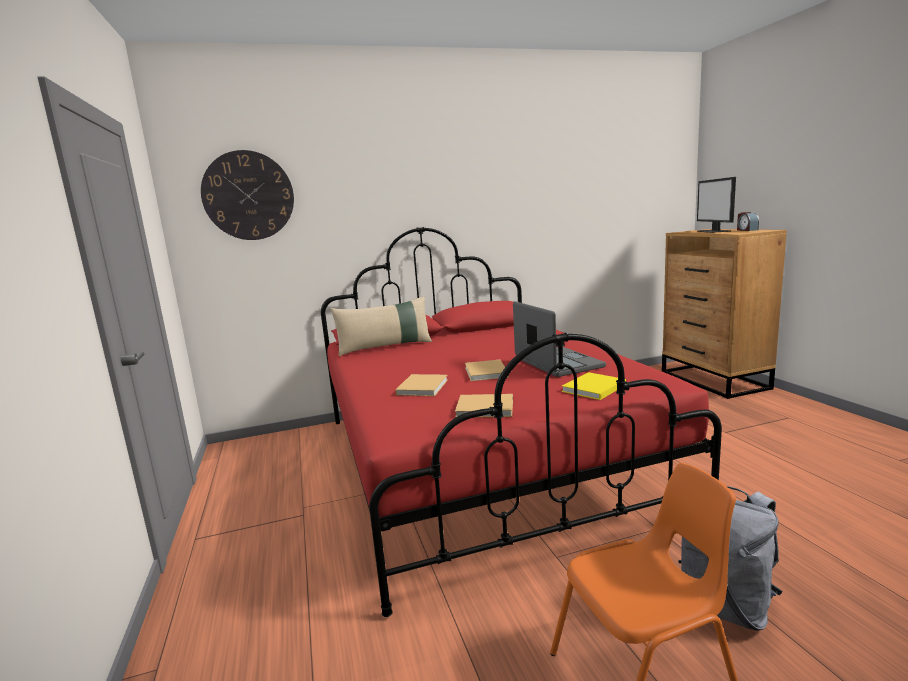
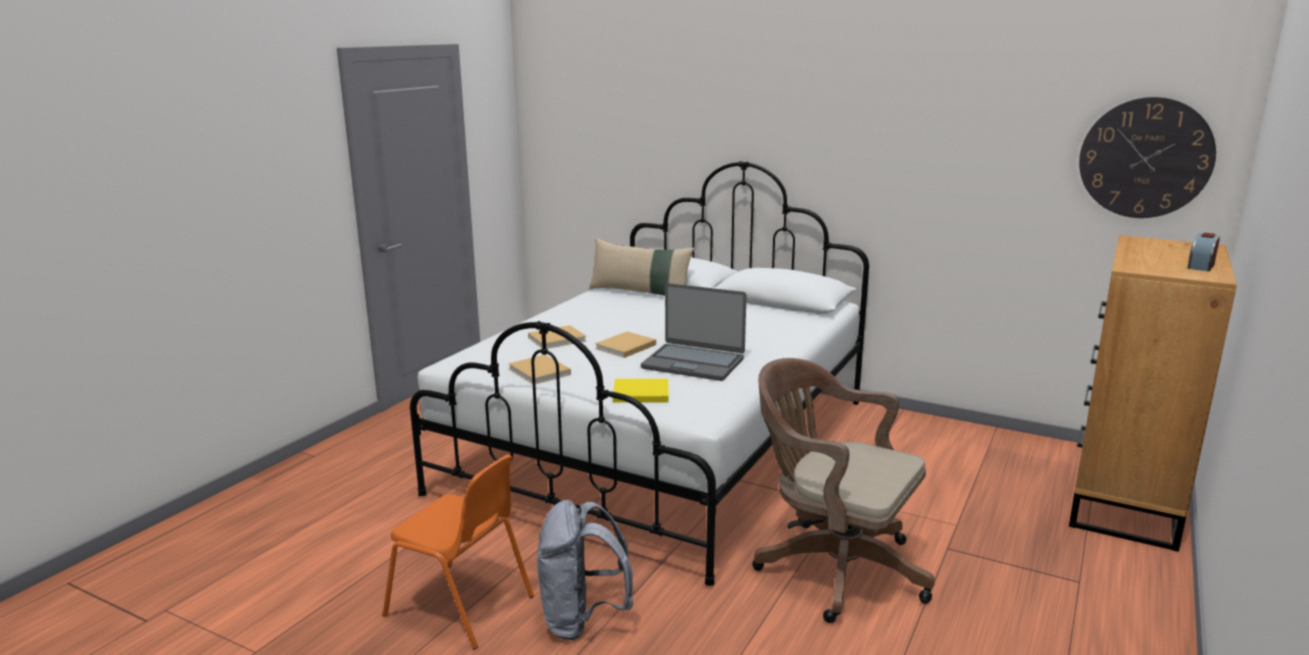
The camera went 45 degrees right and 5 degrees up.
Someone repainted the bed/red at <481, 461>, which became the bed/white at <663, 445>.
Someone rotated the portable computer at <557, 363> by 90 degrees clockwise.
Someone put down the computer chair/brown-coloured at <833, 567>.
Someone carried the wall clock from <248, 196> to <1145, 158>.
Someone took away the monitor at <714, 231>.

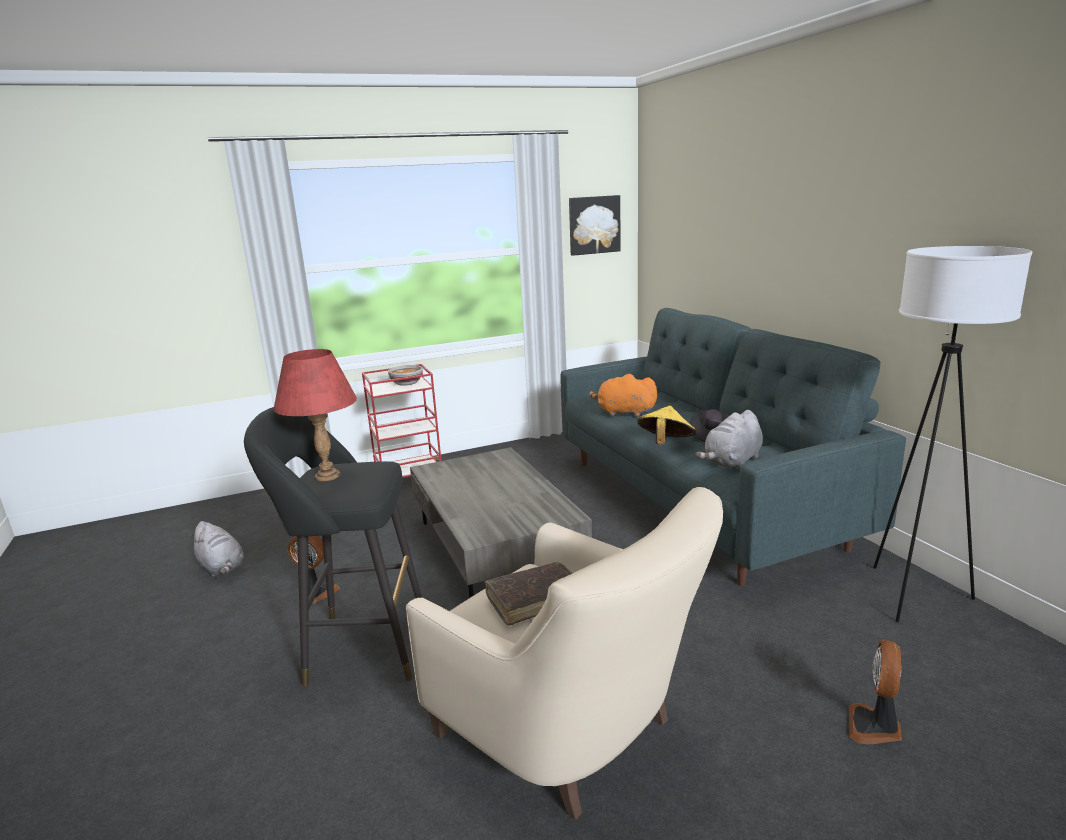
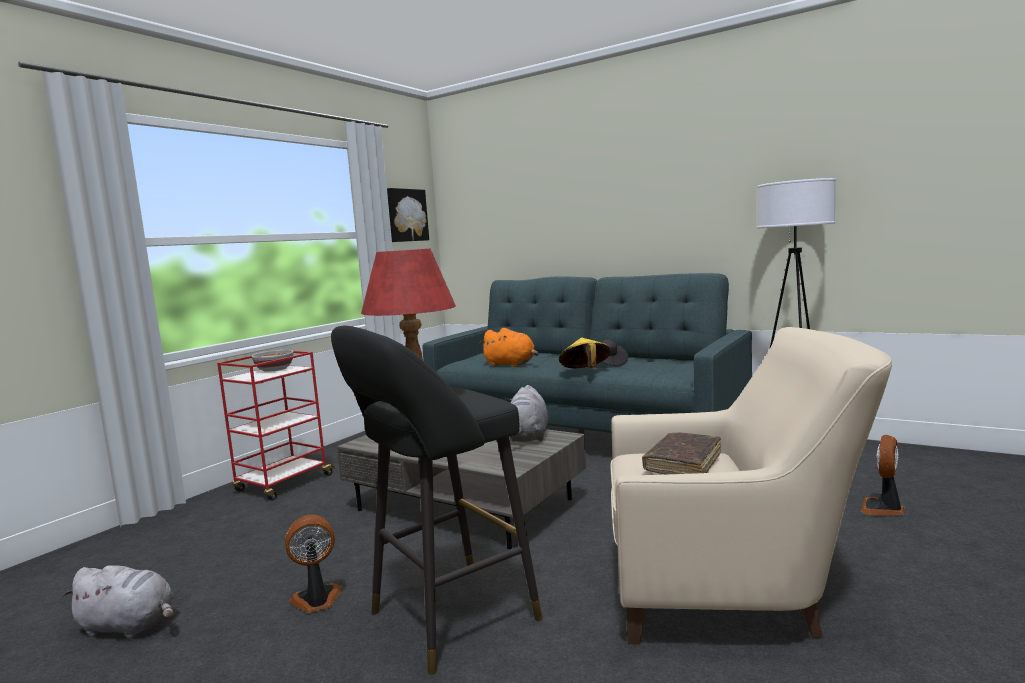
The camera went 35 degrees left and 10 degrees down.
Someone rotated the plush toy/orangey at <623, 413> by 135 degrees counterclockwise.
Someone carried the plush toy/gray from <732, 462> to <527, 437>.
Someone rotated the electric fan at <874, 727> by 45 degrees clockwise.

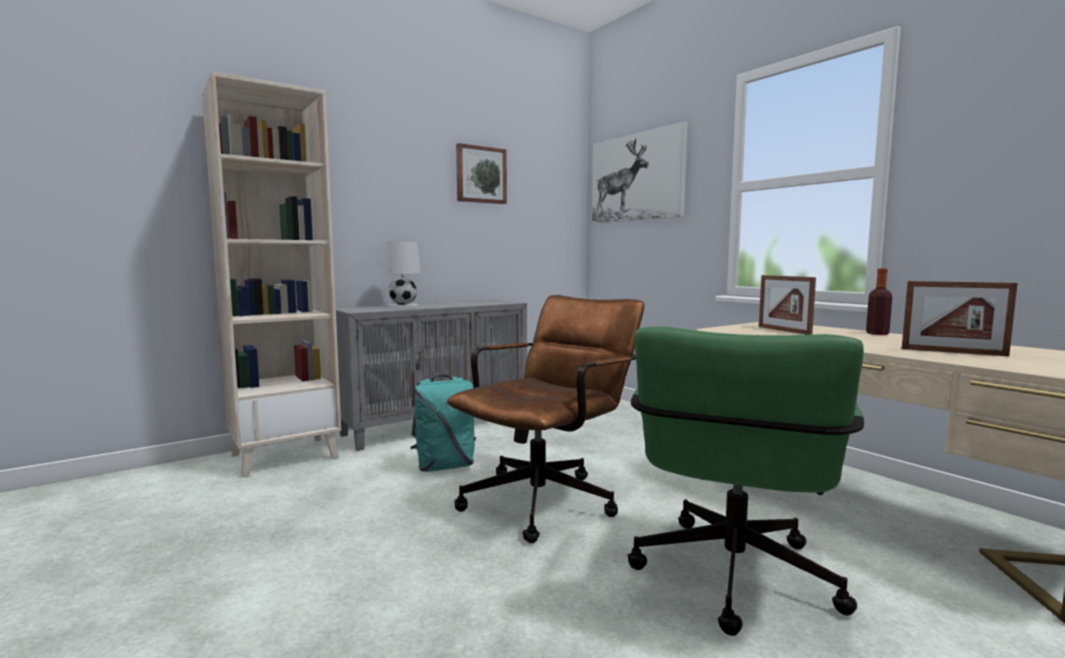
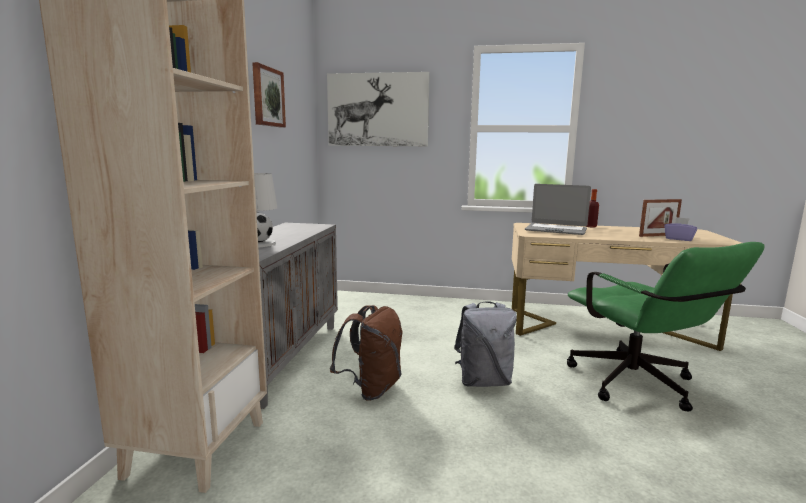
The camera went 45 degrees left and 5 degrees up.
Someone repainted the knapsack/turquoise at <445, 466>, which became the knapsack/brown-coloured at <371, 389>.
Someone swapped the computer chair/brown-coloured at <548, 498> for the knapsack/gray at <484, 381>.
Someone swapped the photo frame at <783, 330> for the portable computer at <556, 230>.
Someone put down the tissue box/purplish at <679, 239>.

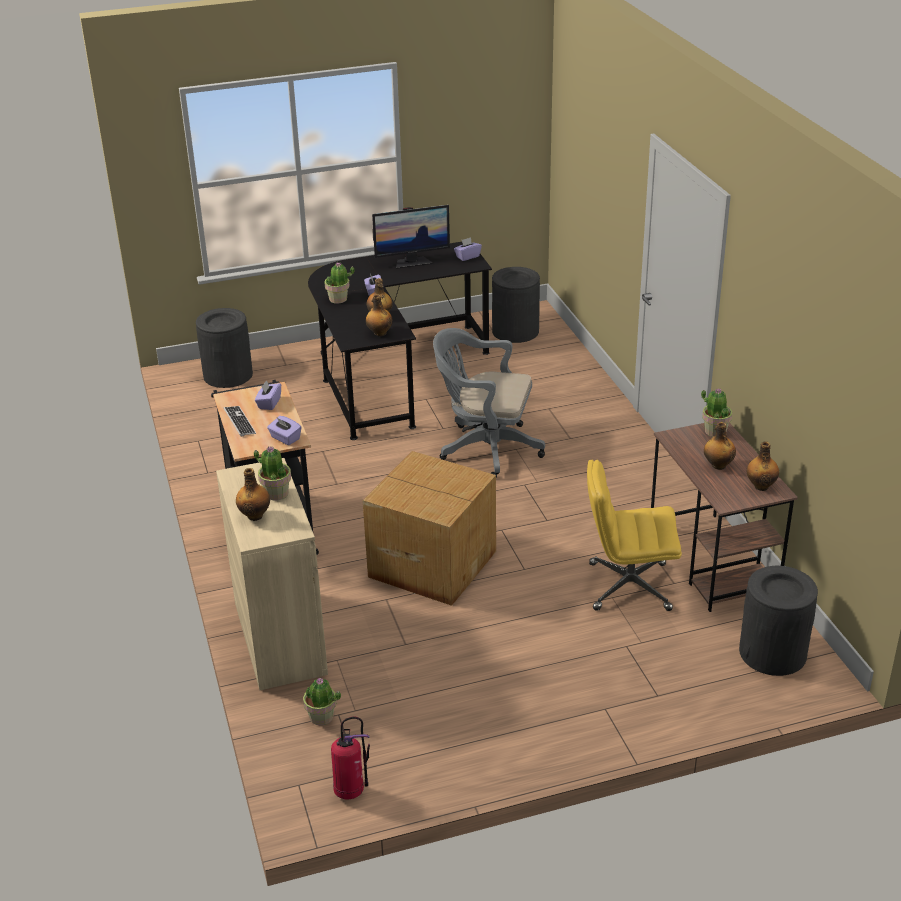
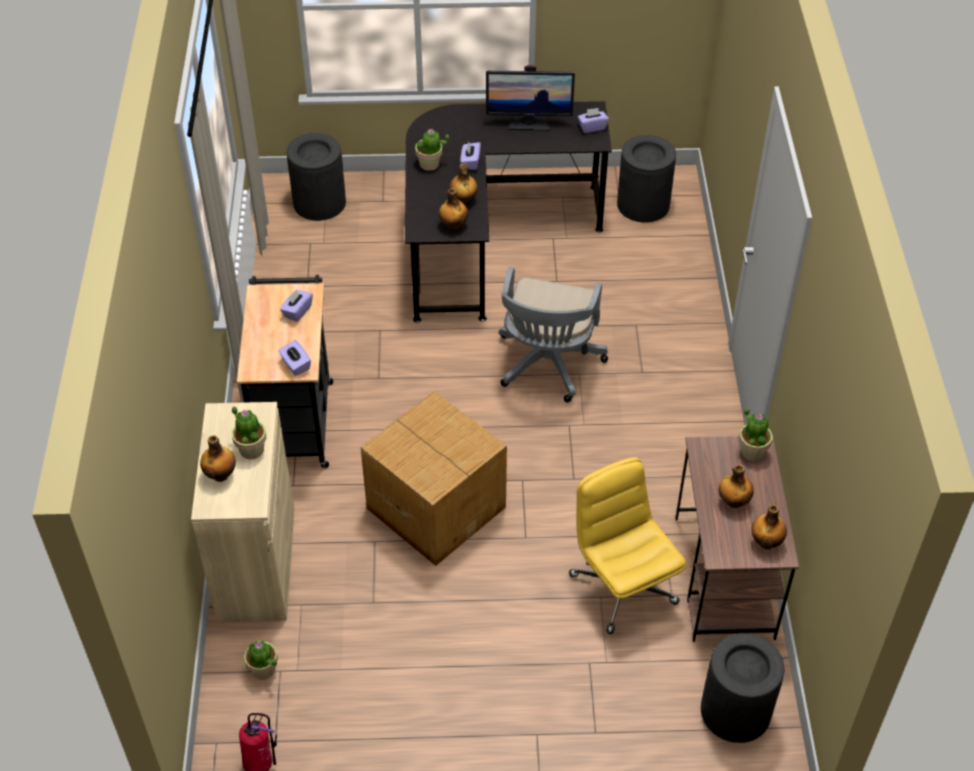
The camera went 15 degrees right and 15 degrees up.
Someone rotated the computer chair/gray at <485, 448> by 105 degrees counterclockwise.
Someone rotated the computer chair/yellow-coloured at <628, 587> by 45 degrees clockwise.
Someone took away the PC keyboard at <239, 422>.

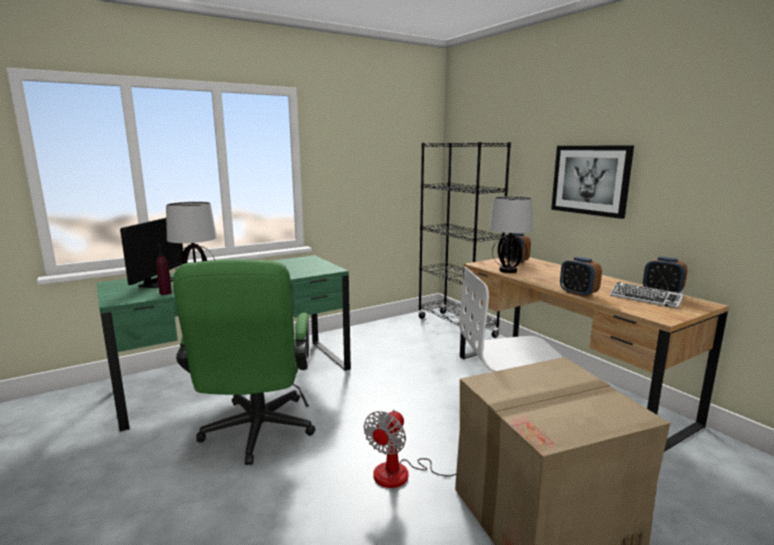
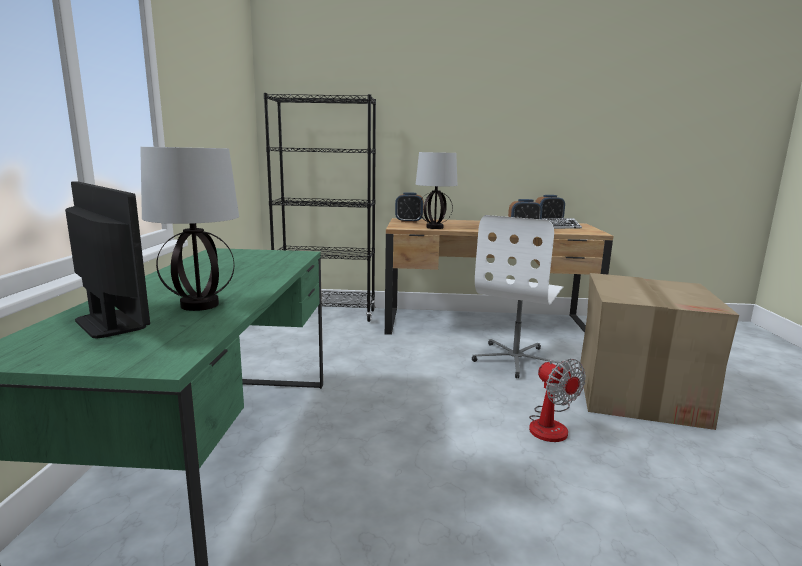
The camera went 55 degrees left and 0 degrees up.
Someone took away the beverage bottle/purplish at <165, 293>.
Someone took away the computer chair/greenish at <256, 434>.
Someone took away the picture at <590, 180>.

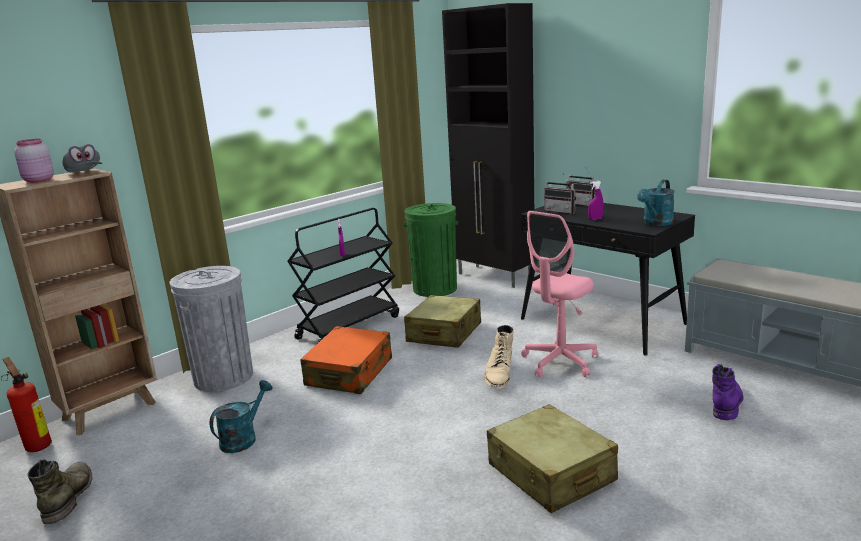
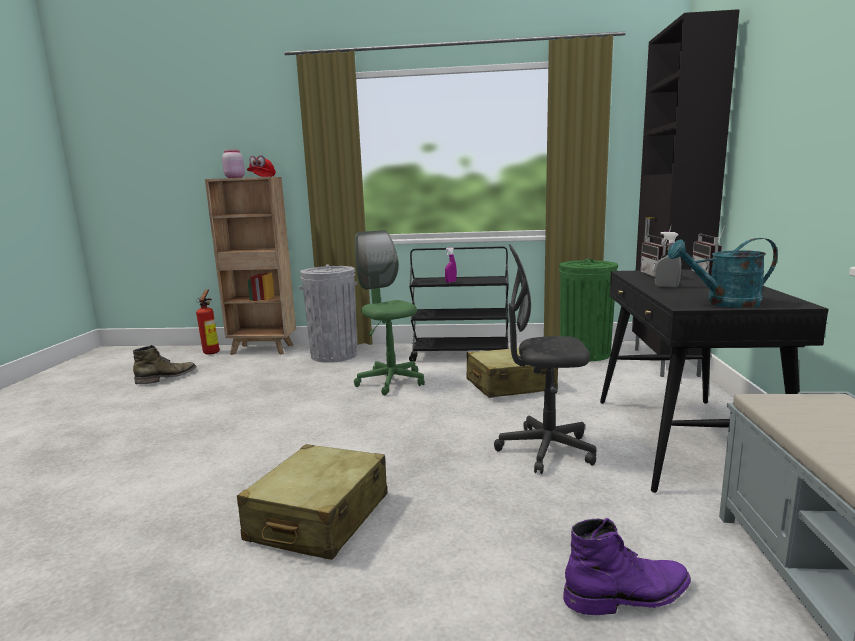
The camera went 50 degrees right and 5 degrees down.
Someone repainted the peaked cap/gray at <85, 173>, which became the peaked cap/red at <262, 176>.
Someone swapped the suitcase/orangey at <349, 372> for the computer chair/greenish at <391, 381>.
Someone repainted the computer chair/pink-coloured at <560, 362>, which became the computer chair/gray at <545, 450>.
Someone repainted the hand sprayer/purplish at <595, 219>, which became the hand sprayer/gray at <666, 286>.
Someone took away the watering can/turquoise at <243, 438>.
Someone took away the tall boot/sand-coloured at <499, 374>.

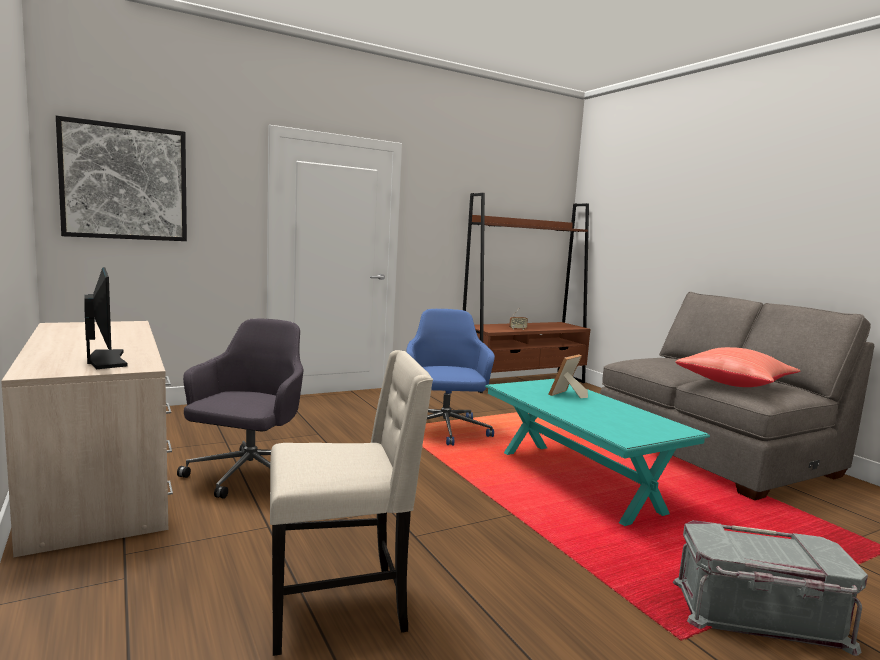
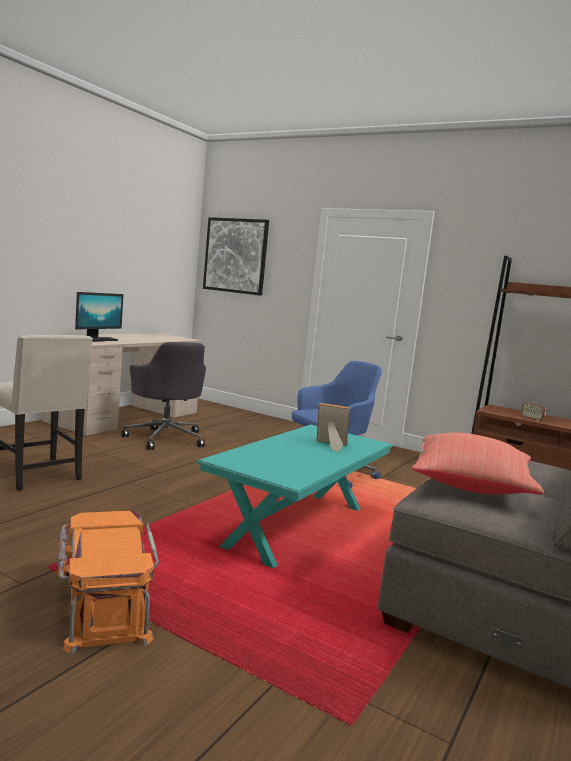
The camera went 60 degrees right and 0 degrees up.
Someone repainted the storage container/gray at <759, 616>, which became the storage container/orangey at <103, 604>.
Someone rotated the computer chair/gray at <248, 476> by 75 degrees clockwise.

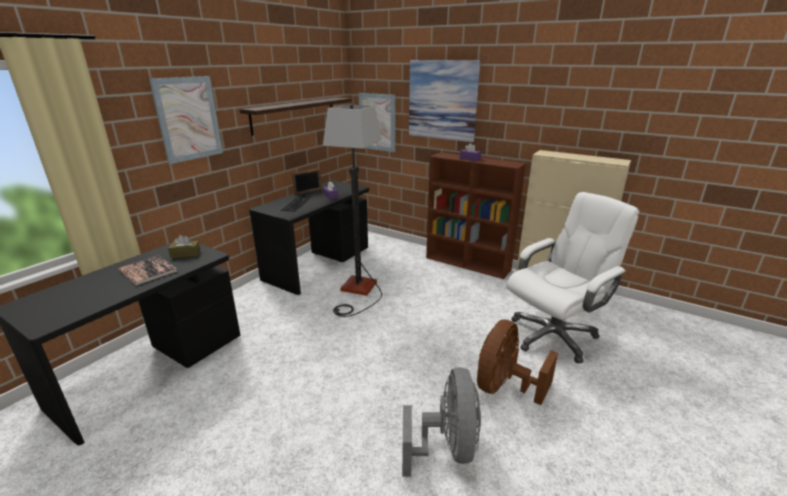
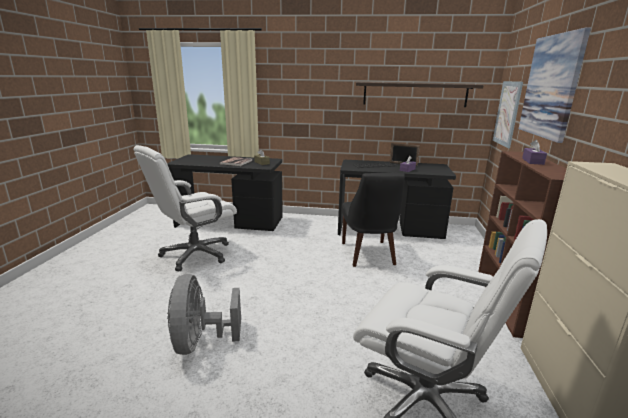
The camera went 65 degrees right and 5 degrees down.
Someone put down the computer chair/white at <195, 255>.
Someone rotated the electric fan/gray at <446, 447> by 105 degrees clockwise.
Someone swapped the standing lamp at <358, 292> for the upright chair/blackish at <368, 255>.
Someone took away the picture at <188, 119>.
Someone took away the electric fan/brown-coloured at <504, 387>.

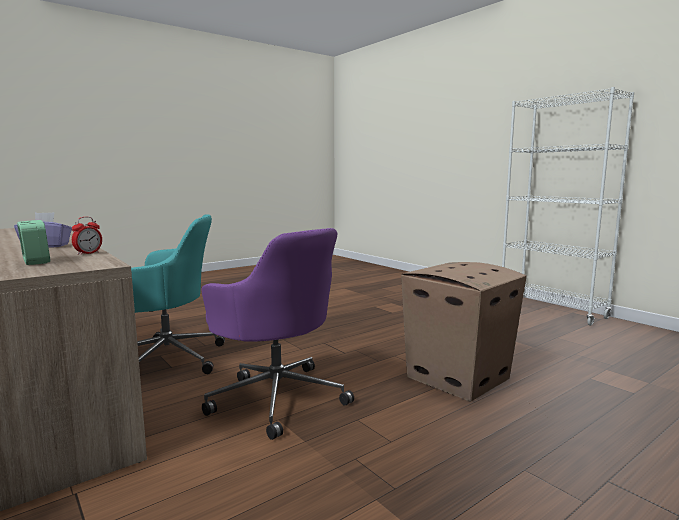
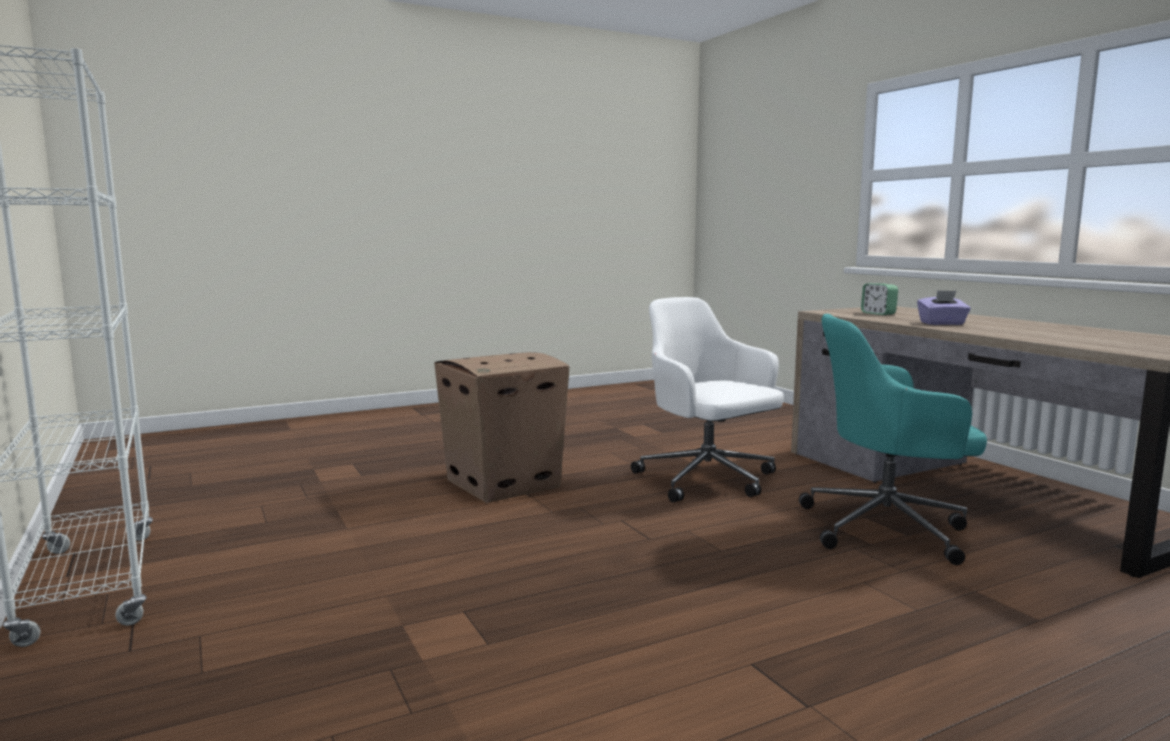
The camera went 170 degrees left and 0 degrees up.
Someone repainted the computer chair/purplish at <277, 397>, which became the computer chair/white at <707, 480>.
Someone took away the bedside clock at <88, 253>.

